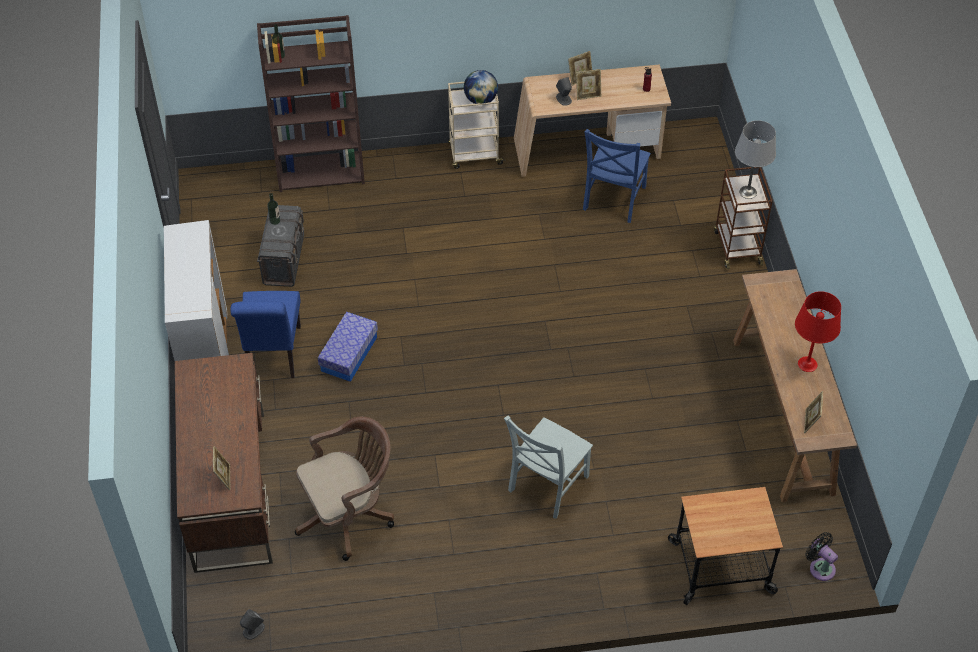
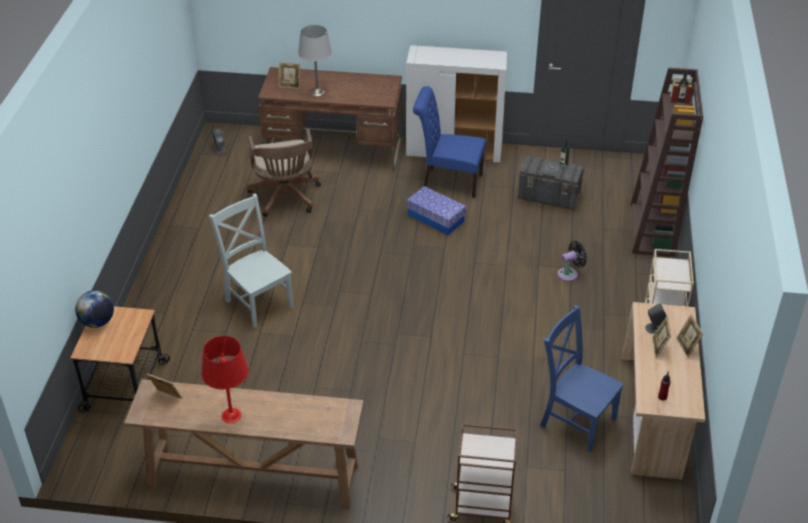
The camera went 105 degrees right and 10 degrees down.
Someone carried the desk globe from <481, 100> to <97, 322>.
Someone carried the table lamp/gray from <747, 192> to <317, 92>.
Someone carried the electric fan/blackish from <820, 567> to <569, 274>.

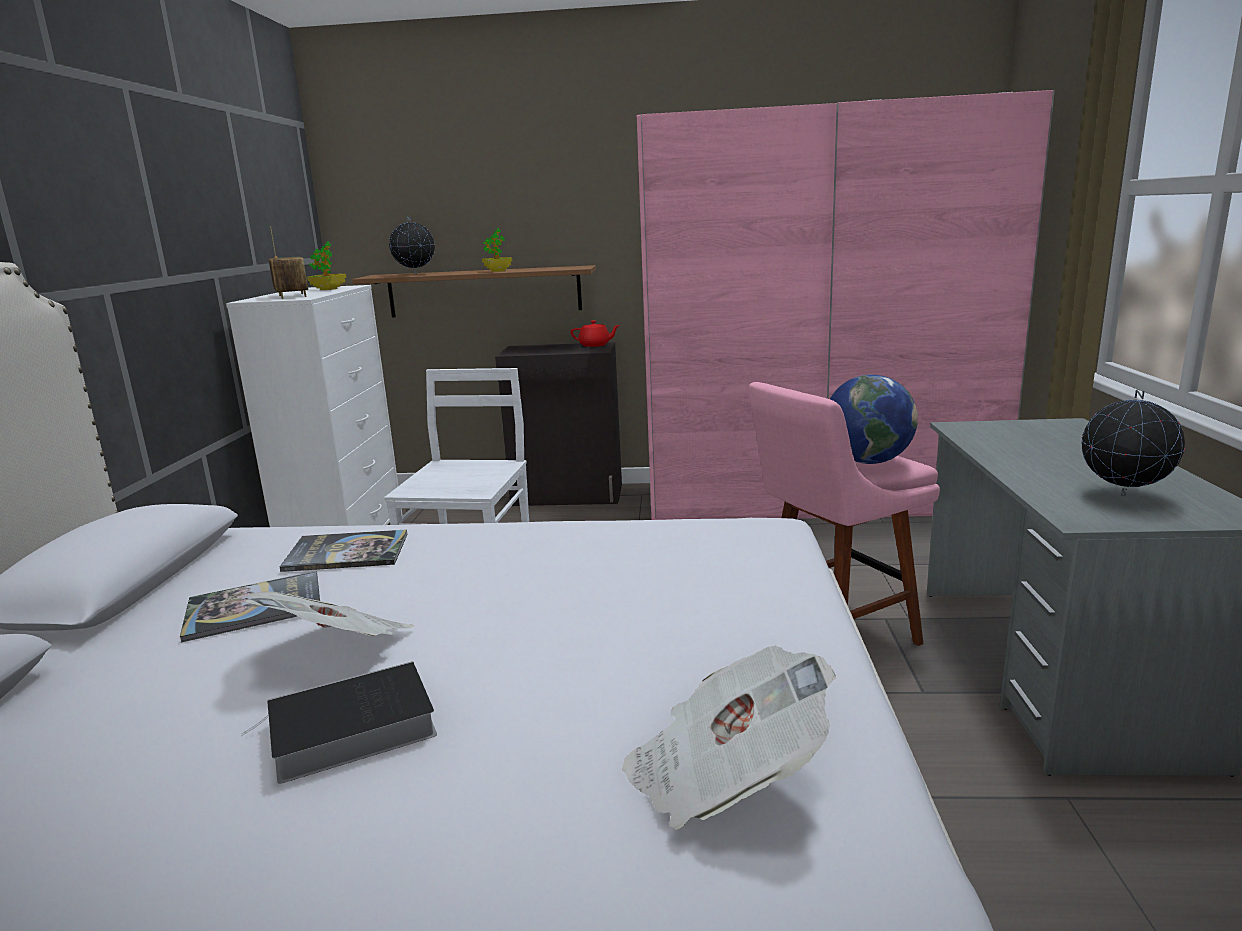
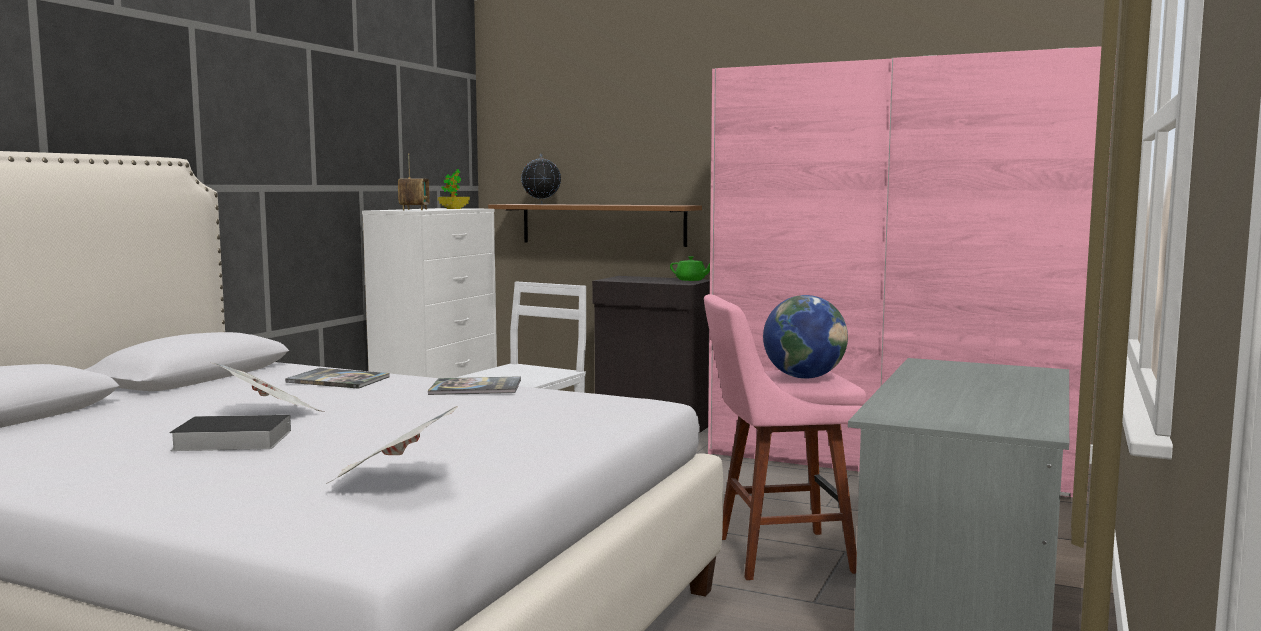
The camera went 20 degrees right and 10 degrees down.
Someone carried the bound book from <254, 607> to <475, 388>.
Someone repainted the tea pot/red at <595, 345>, which became the tea pot/greenish at <691, 280>.
Someone took away the potted plant at <498, 271>.
Someone took away the desk globe at <1123, 496>.

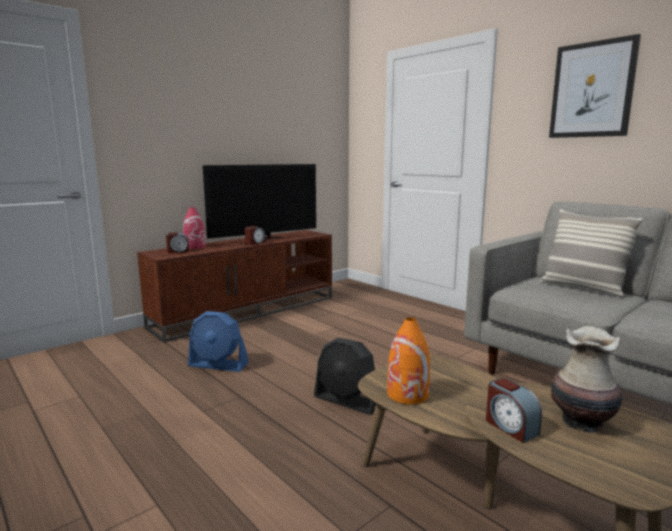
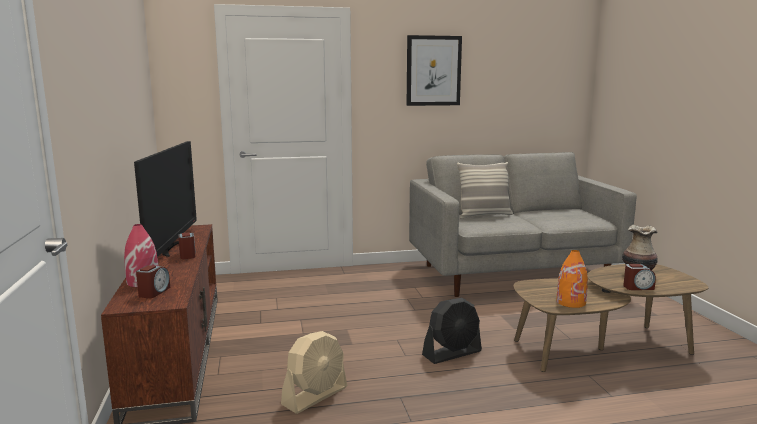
The camera went 60 degrees left and 0 degrees up.
Someone repainted the electric fan/bluish at <218, 365>, which became the electric fan/sand-coloured at <315, 396>.

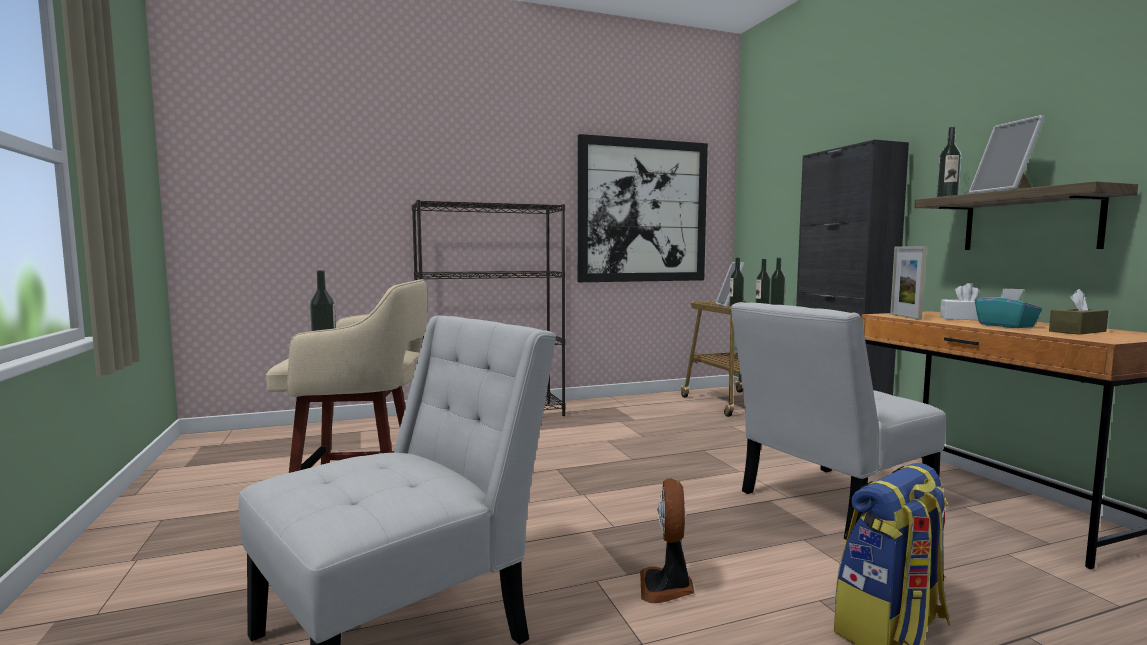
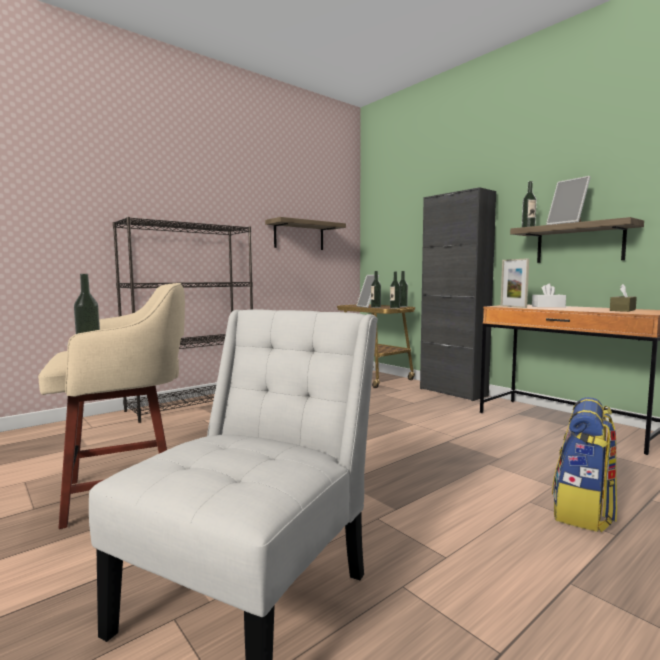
The camera went 20 degrees left and 0 degrees up.
Someone swapped the picture at <642, 211> for the shelf at <299, 236>.
Someone took away the electric fan at <667, 586>.
Someone took away the upright chair/white at <828, 503>.
Someone took away the tissue box/turquoise at <1006, 326>.

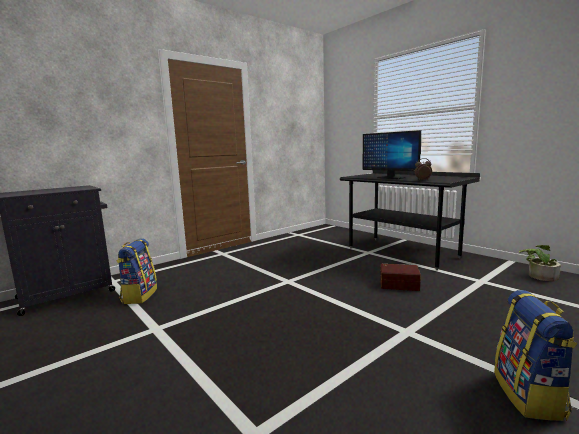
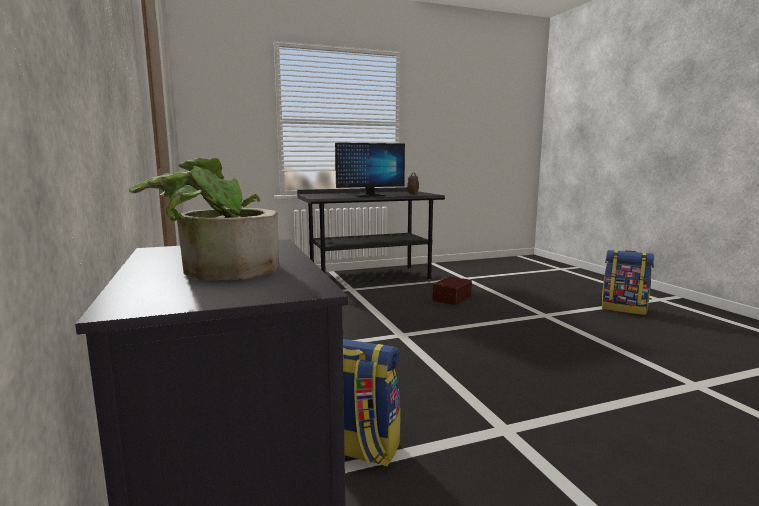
The camera went 70 degrees left and 0 degrees up.
Someone carried the potted plant from <539, 275> to <218, 270>.

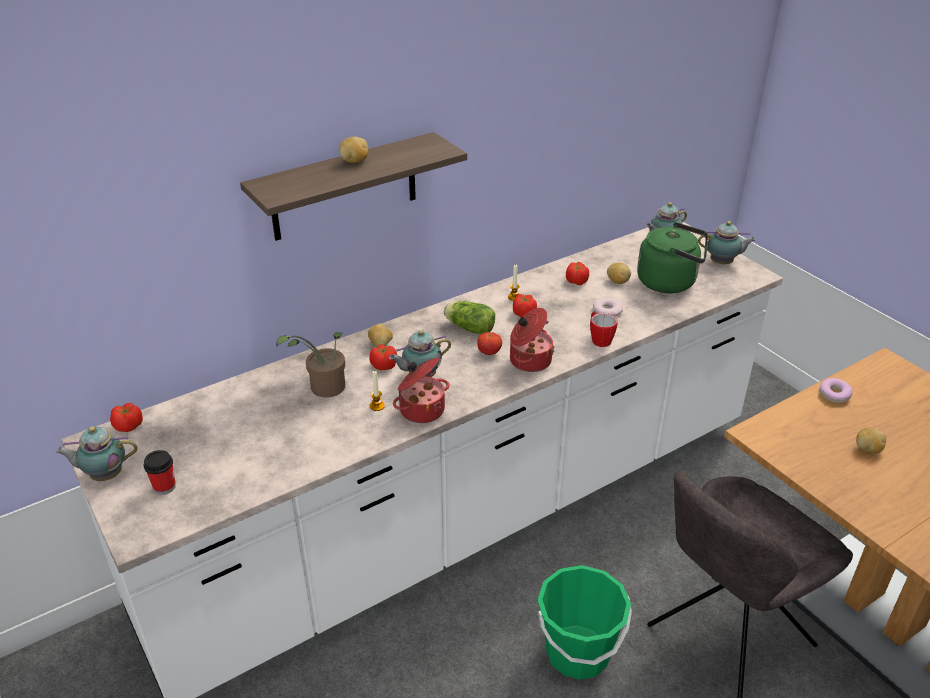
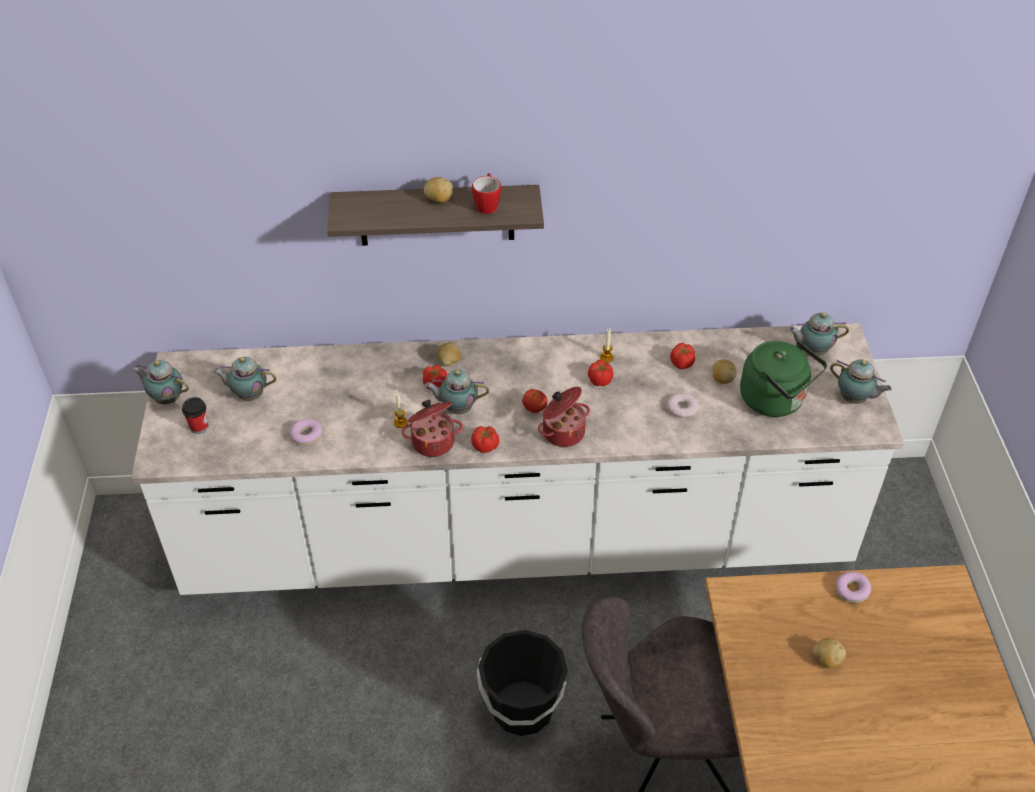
The camera went 30 degrees right and 10 degrees up.
Someone put down the tea pot at <249, 395>.
Someone put down the donut at <307, 436>.
Someone carried the fresh tomato from <129, 426> to <485, 446>.
Someone carried the mug from <599, 339> to <487, 205>.
Someone repainted the pail/greenish at <577, 653>, which became the pail/blackish at <522, 709>.
Someone took away the potted plant at <323, 388>.
Someone took away the head of lettuce at <468, 327>.

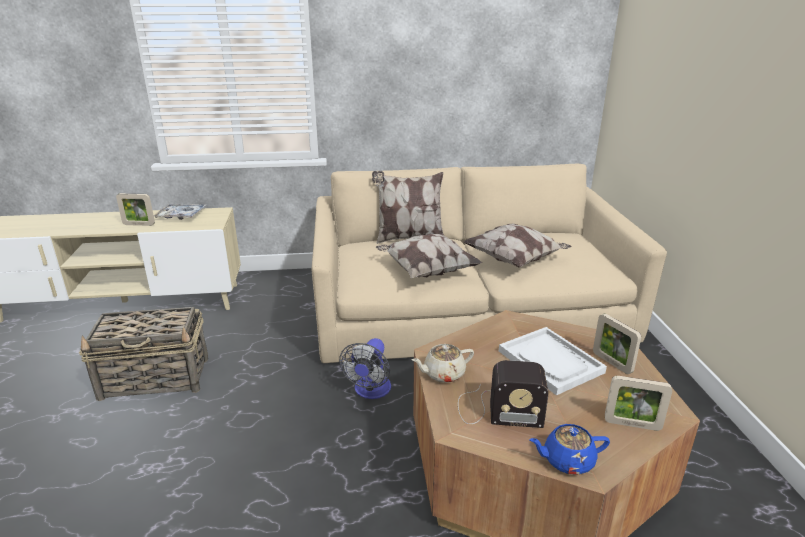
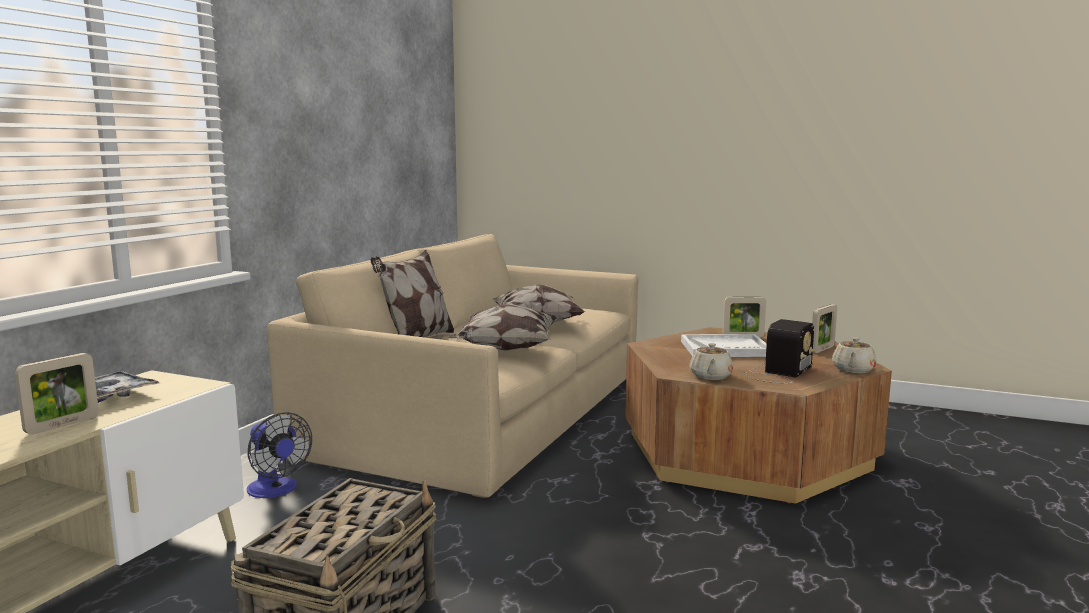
The camera went 60 degrees left and 15 degrees down.
Someone carried the electric fan from <370, 391> to <276, 490>.
Someone repainted the tea pot/bluish at <567, 461>, which became the tea pot/sand-coloured at <853, 370>.

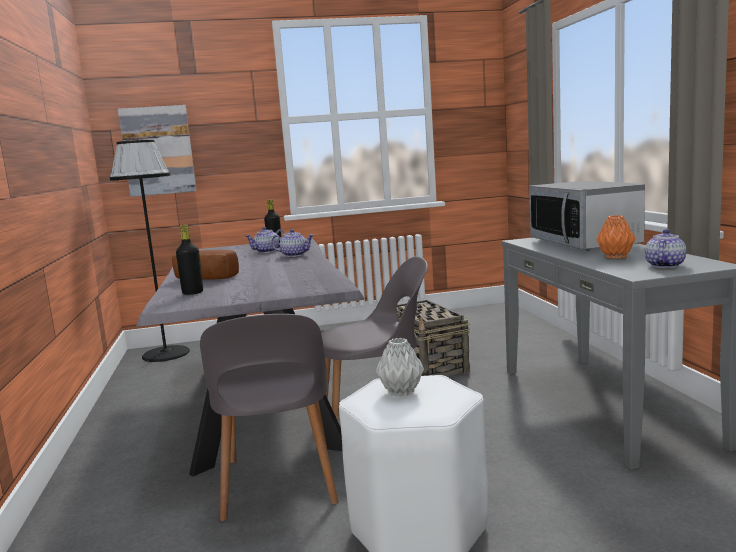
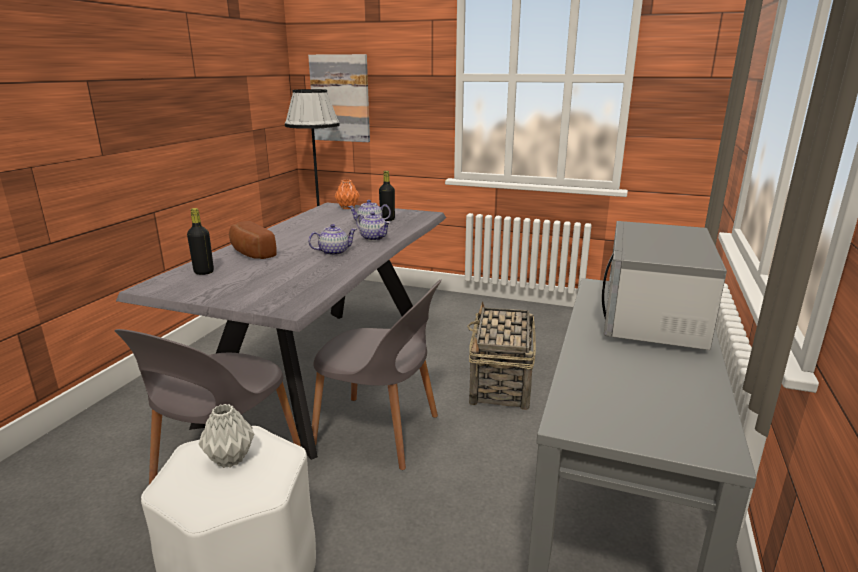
The camera went 30 degrees right and 10 degrees up.
Someone carried the tea pot from <664, 265> to <334, 252>.
Someone carried the decorative vase/orangey from <616, 257> to <348, 208>.

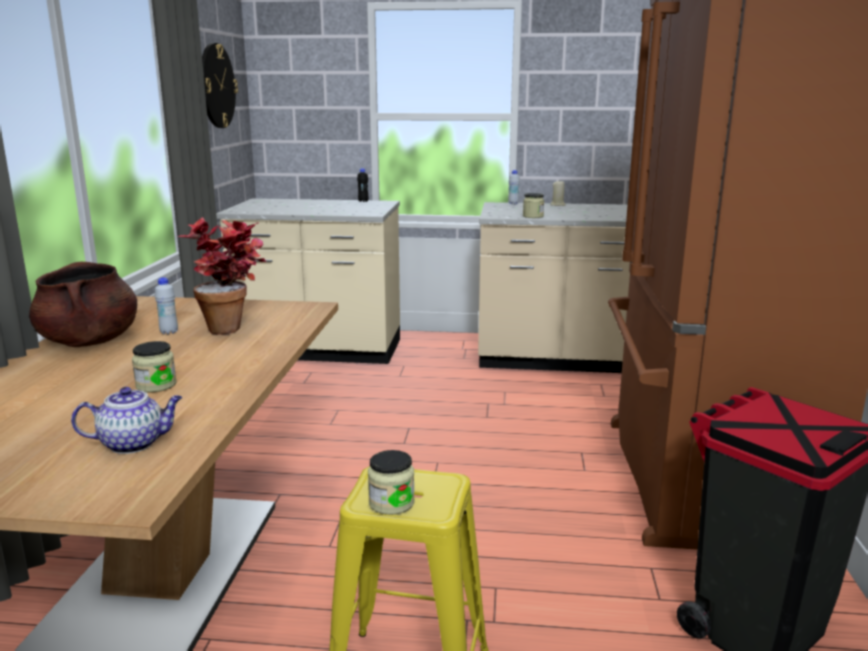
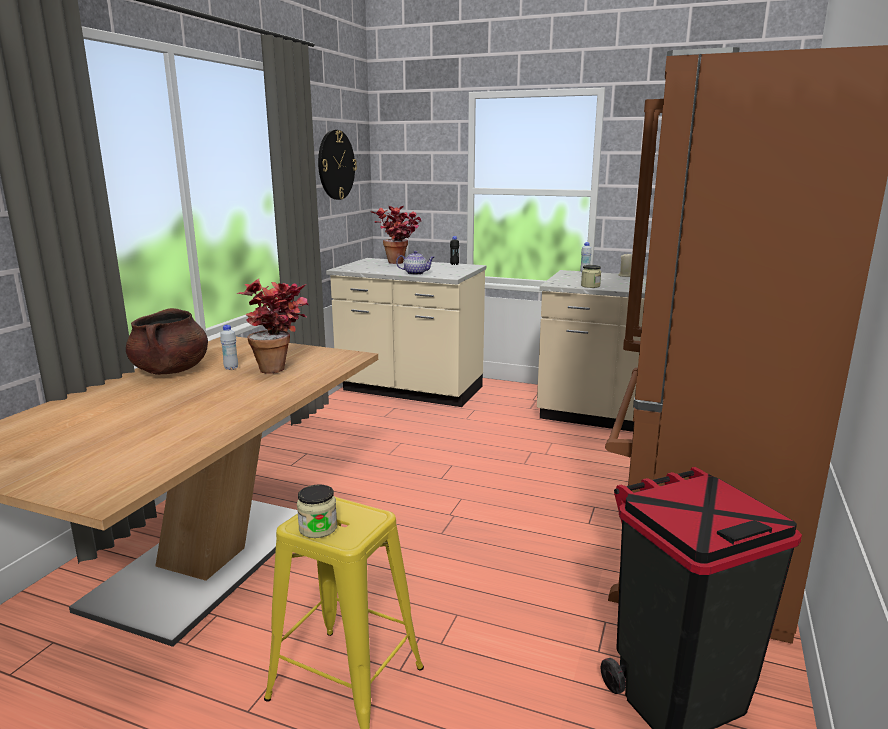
The camera went 15 degrees right and 0 degrees up.
Someone put down the potted plant at <399, 263>.
Someone carried the tea pot from <134, 443> to <416, 273>.
Someone took away the storage jar at <156, 385>.

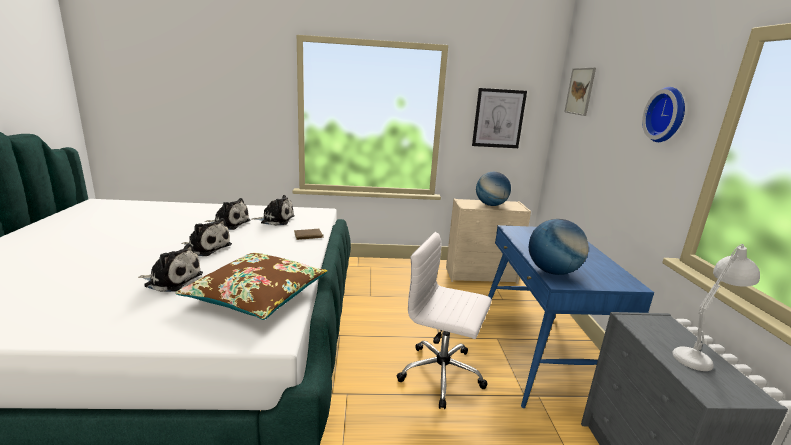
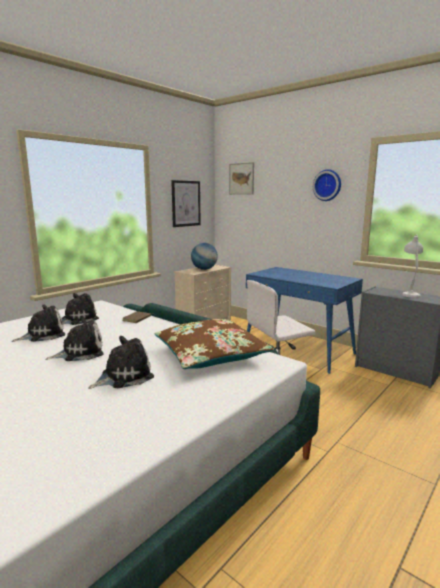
The camera went 45 degrees left and 5 degrees down.
Someone took away the desk globe at <552, 272>.

